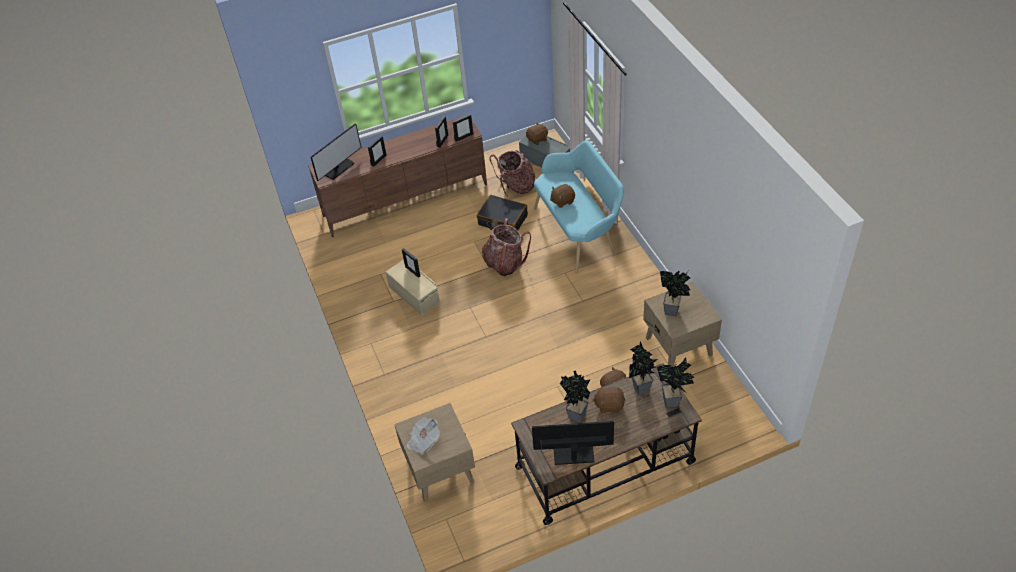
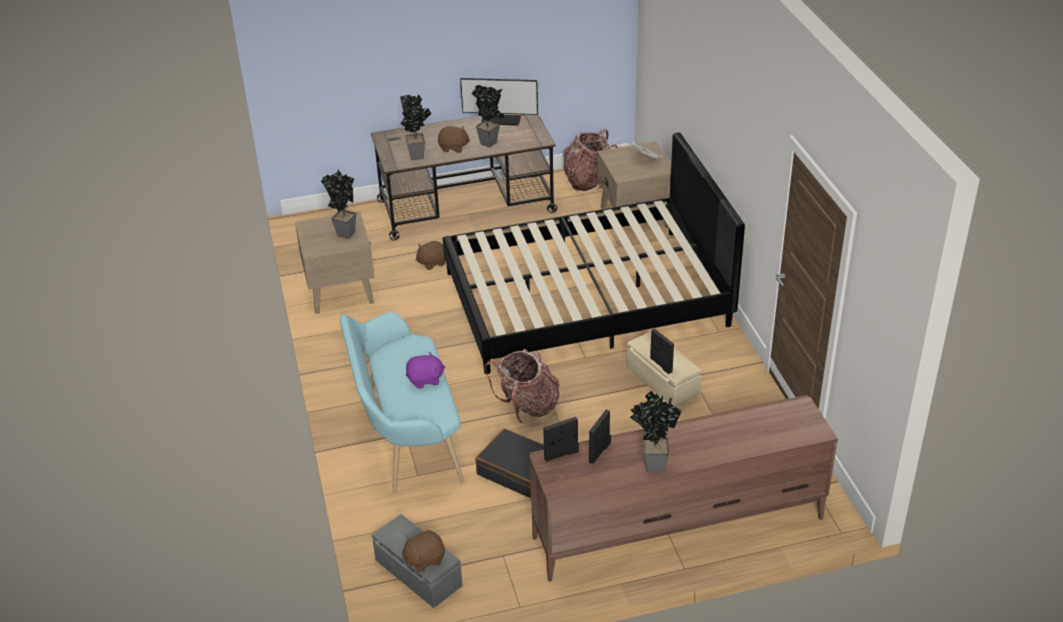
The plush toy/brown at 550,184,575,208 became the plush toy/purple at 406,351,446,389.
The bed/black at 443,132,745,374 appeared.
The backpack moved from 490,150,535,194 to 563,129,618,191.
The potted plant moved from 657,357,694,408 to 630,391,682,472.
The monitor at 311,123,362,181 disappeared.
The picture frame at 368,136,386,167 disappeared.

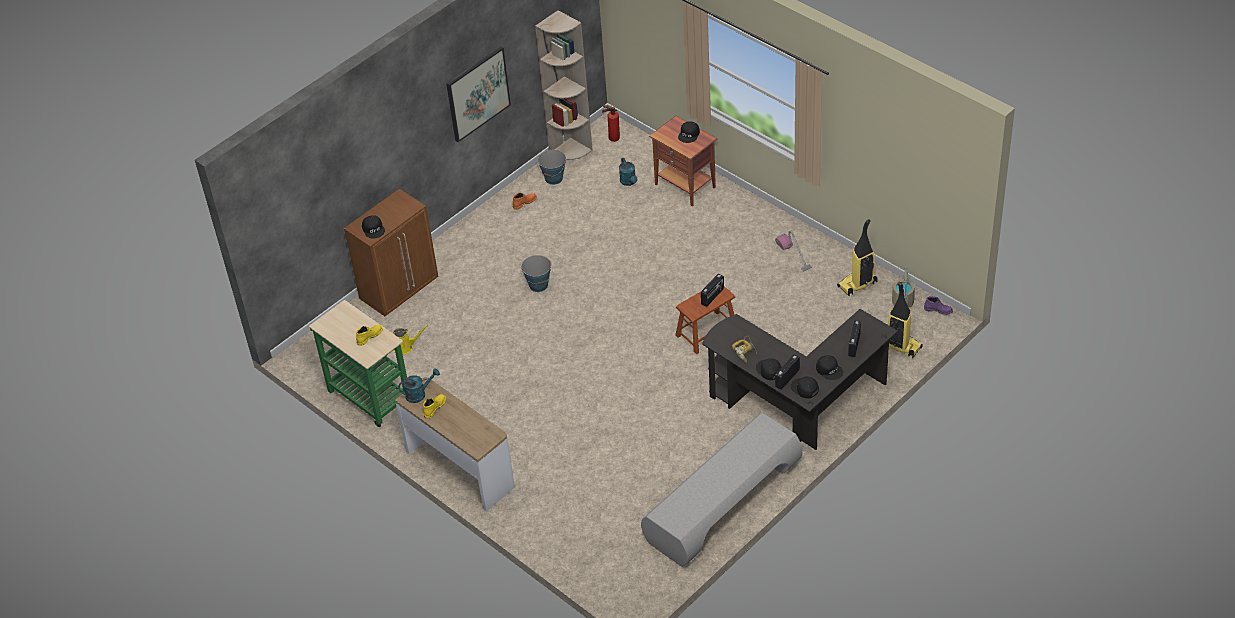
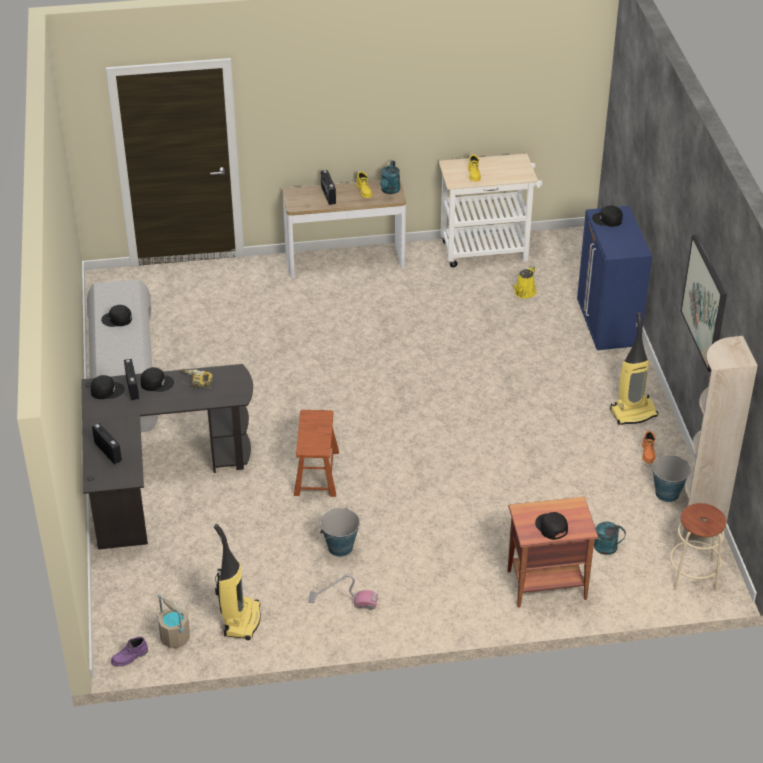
The cap/black moved from 816,355,843,380 to 101,305,132,327.
The bucket moved from 521,255,553,292 to 320,508,360,557.
The radio moved from 701,274,724,307 to 321,170,336,205.
The cart/green at 309,300,407,427 became the cart/white at 439,154,542,267.
The cabinet/brown at 344,189,438,316 became the cabinet/blue at 577,206,652,350.
The vacuum cleaner moved from 888,282,923,358 to 610,312,658,425.
The fire extinguisher at 602,105,620,142 was replaced by the stool/beige at 670,503,726,591.

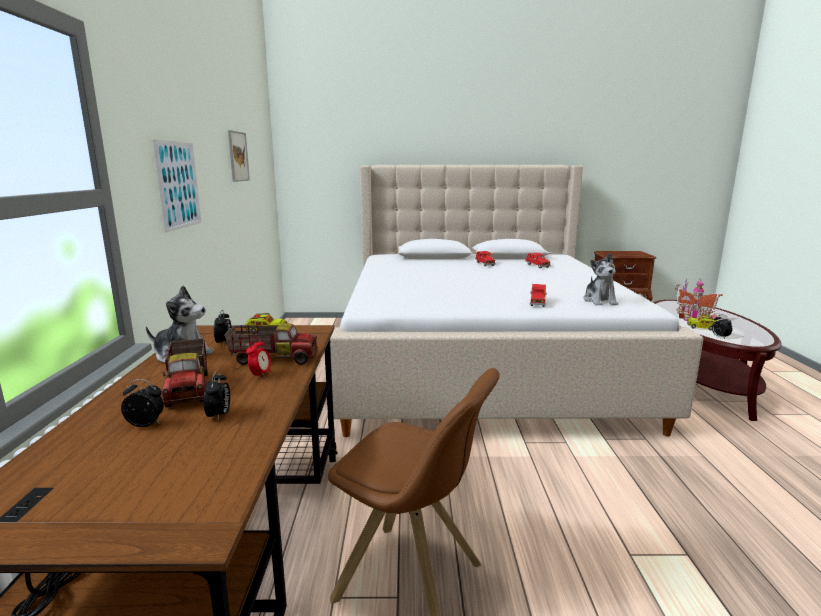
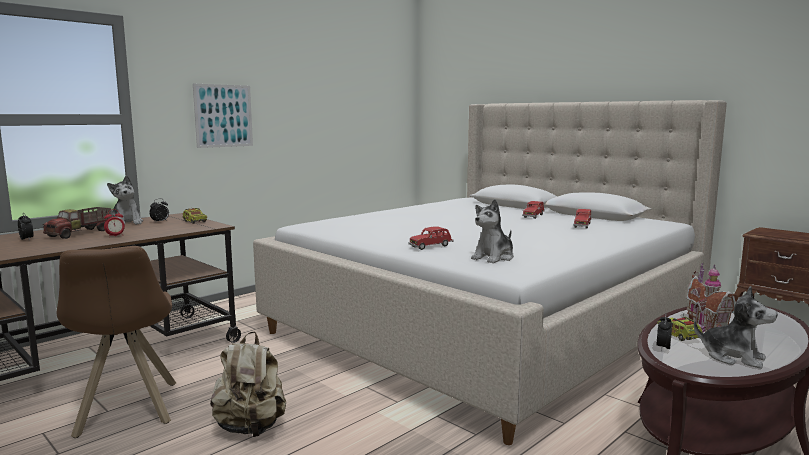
The backpack/beige at 210,331,286,437 appeared.
The plush toy at 694,286,778,369 appeared.
The alarm clock at 204,370,230,420 disappeared.
The toy truck at 224,323,318,365 disappeared.
The picture at 228,130,250,182 disappeared.

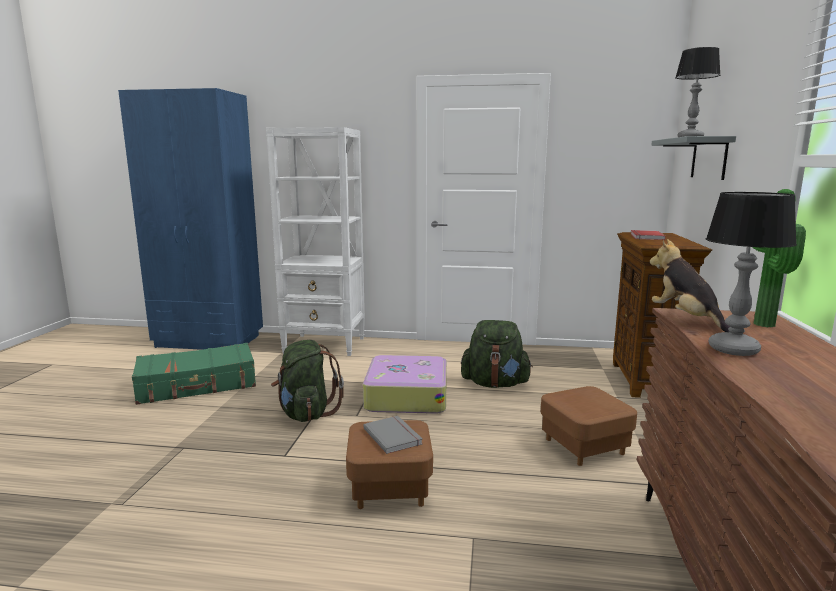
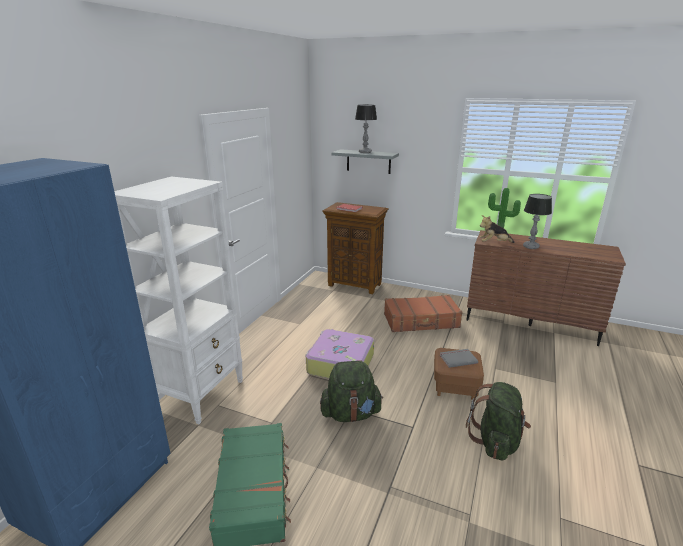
The ottoman/brown at 541,386,637,466 was replaced by the suitcase/brown at 384,295,462,332.
The backpack/green moved from 461,320,533,388 to 466,382,531,460.

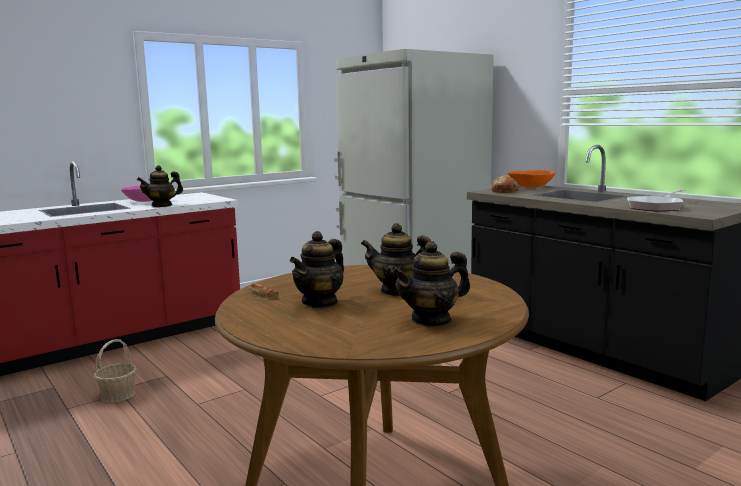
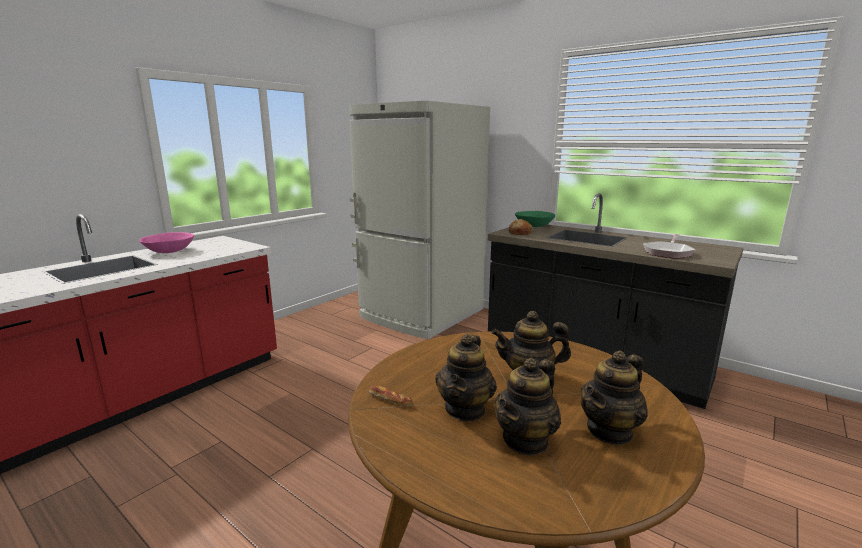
The teapot moved from 137,165,183,207 to 495,358,561,456.
The bowl/orange at 508,170,555,187 became the bowl/green at 515,211,555,227.
The basket at 94,339,137,402 disappeared.

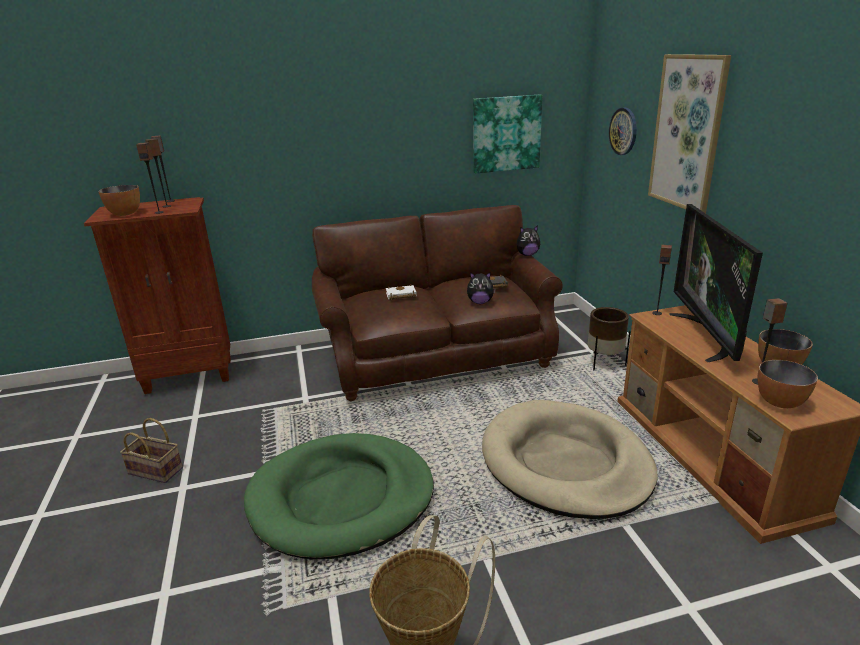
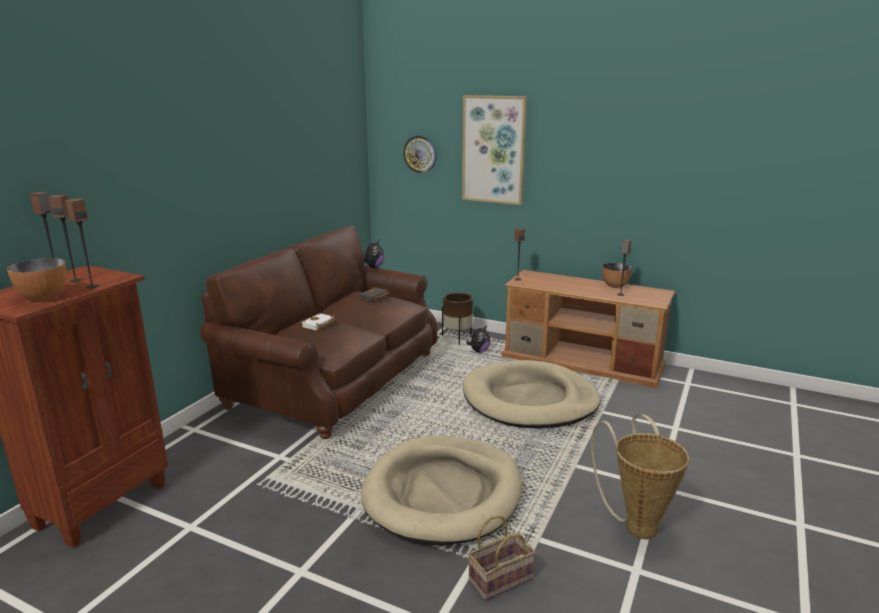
The dog bed/green at 244,433,434,560 became the dog bed/beige at 361,436,522,545.
The plush toy moved from 467,272,496,304 to 466,325,490,353.
The basket moved from 120,418,183,483 to 468,515,536,601.
The picture at 473,95,542,174 disappeared.
The television at 670,204,763,362 disappeared.
The bowl at 758,360,818,408 disappeared.

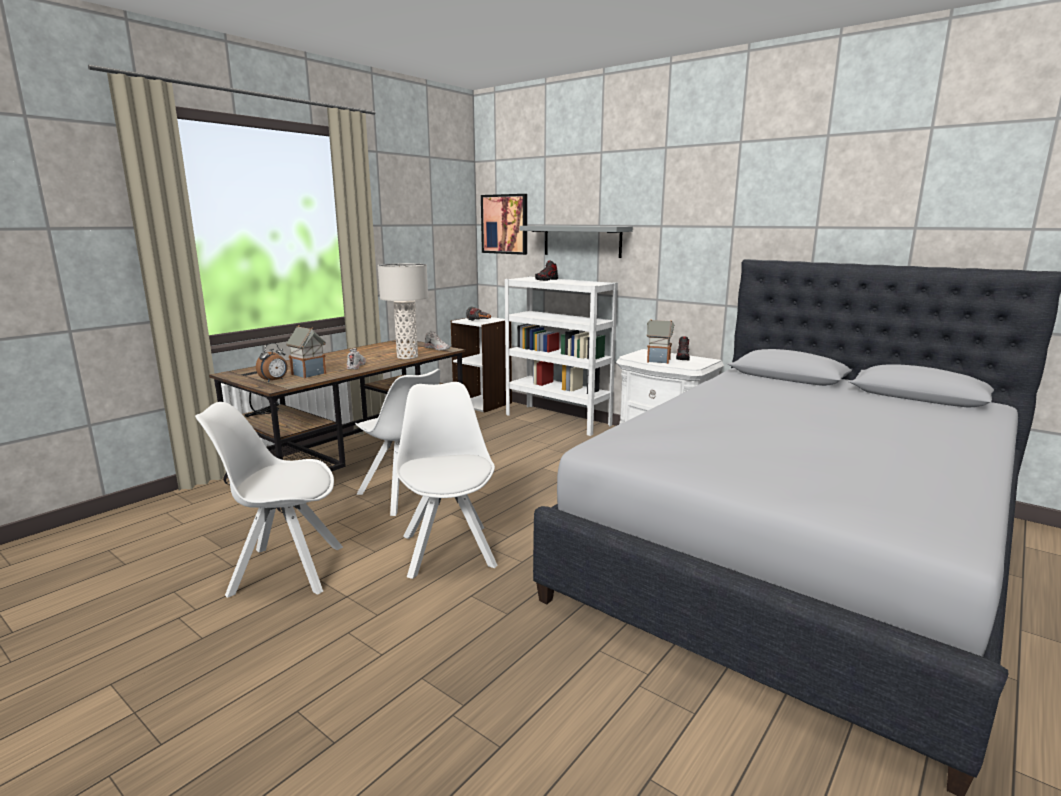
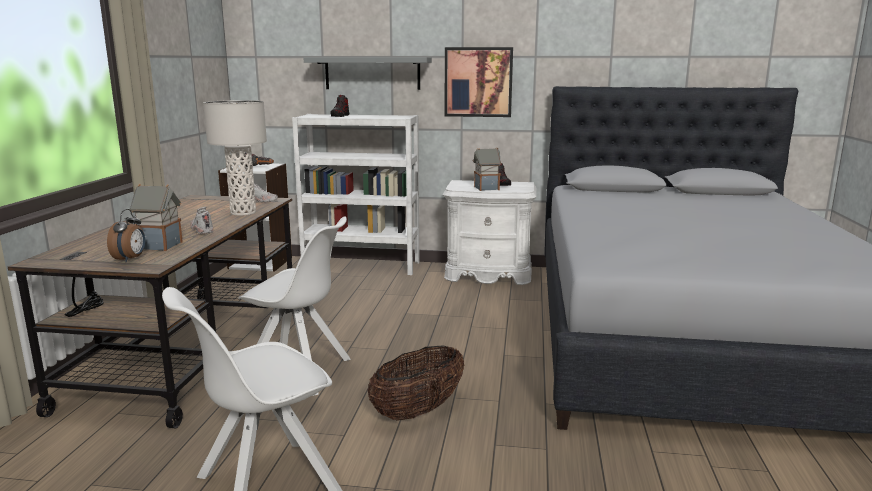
The chair/white at 396,382,497,579 was replaced by the basket at 368,345,464,421.
The picture moved from 481,194,527,255 to 445,47,513,117.

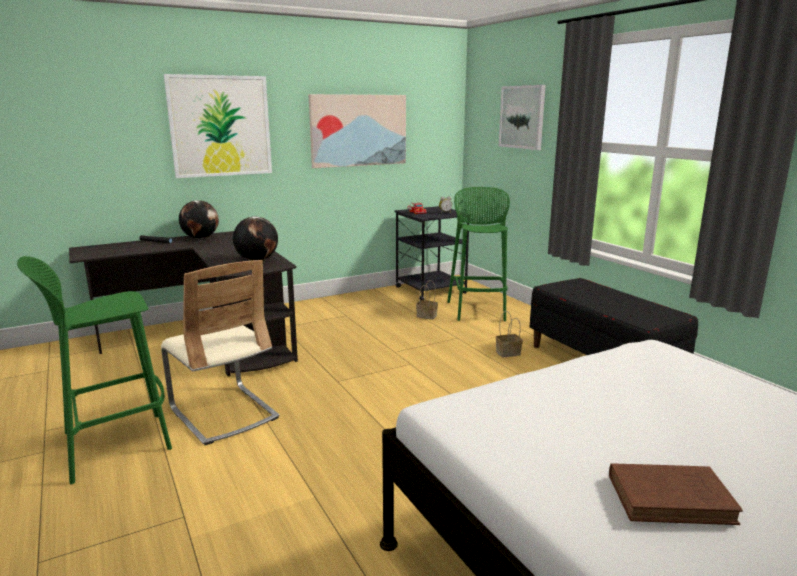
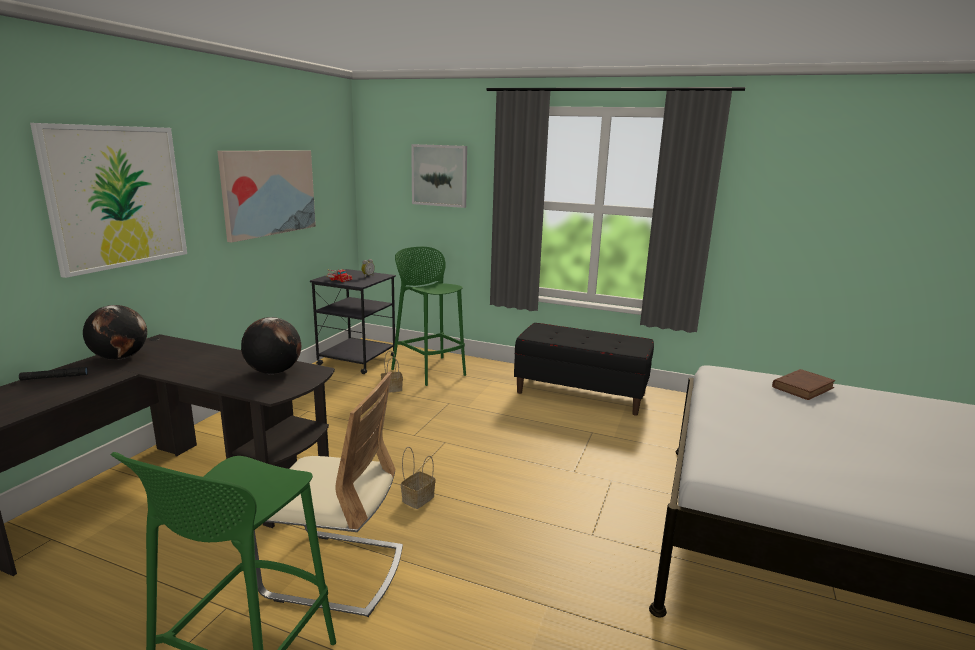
The basket moved from 496,311,523,357 to 401,447,435,509.
The book/brown moved from 609,463,743,525 to 772,369,836,400.

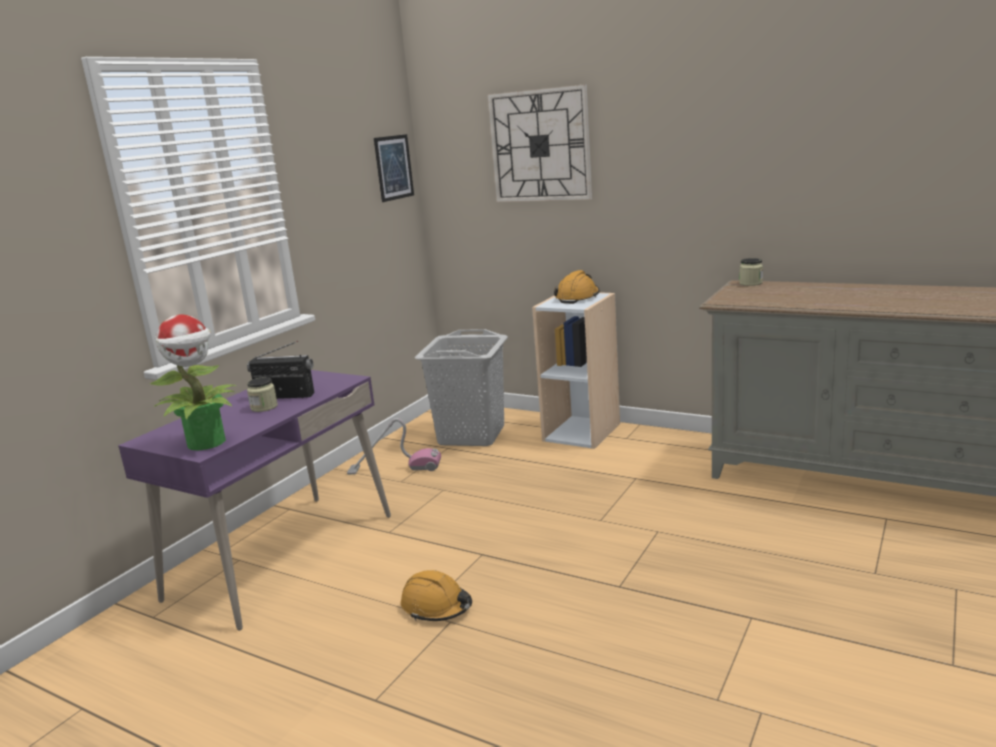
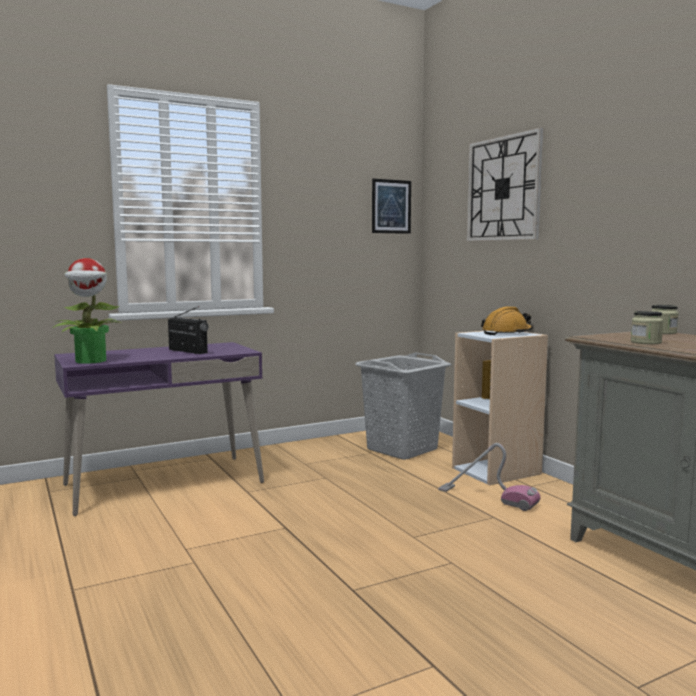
The vacuum cleaner moved from 347,418,441,475 to 438,443,540,511.
The jar moved from 247,377,278,412 to 631,311,663,344.
The hard hat/orange at 401,570,472,621 disappeared.

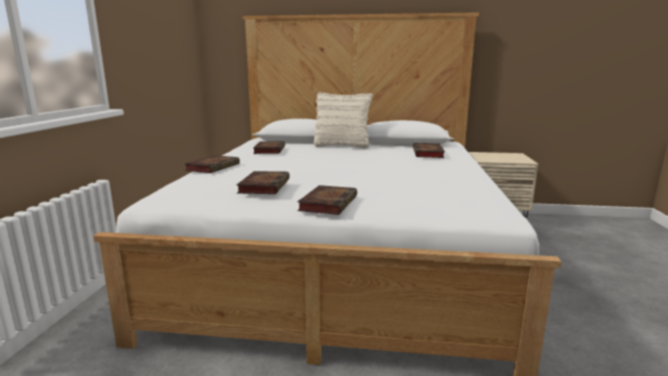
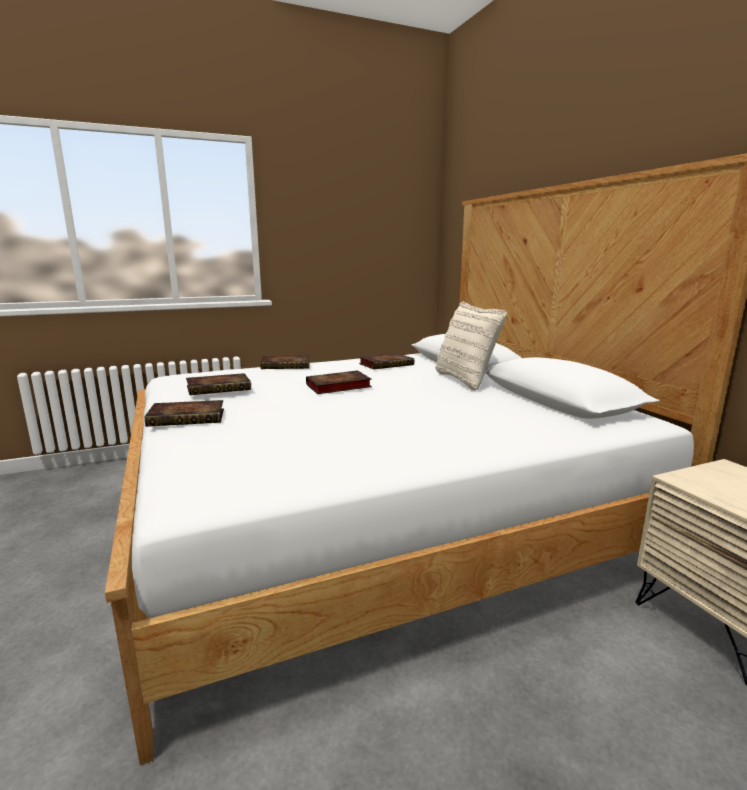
The book moved from 413,143,445,158 to 306,370,372,394.

